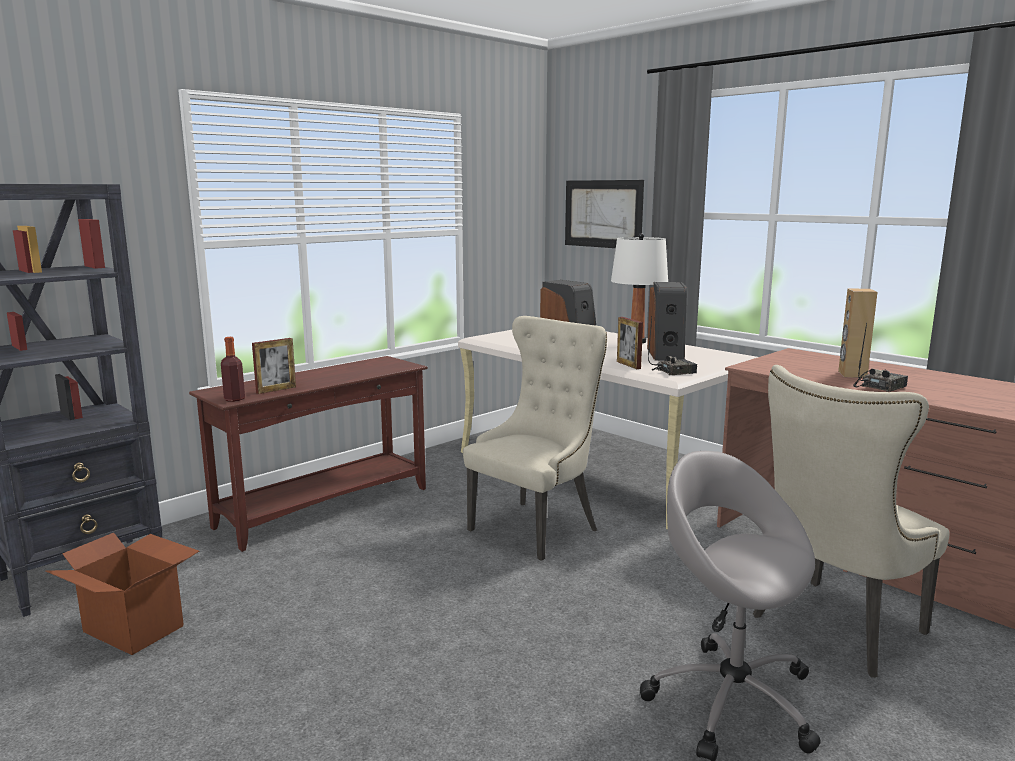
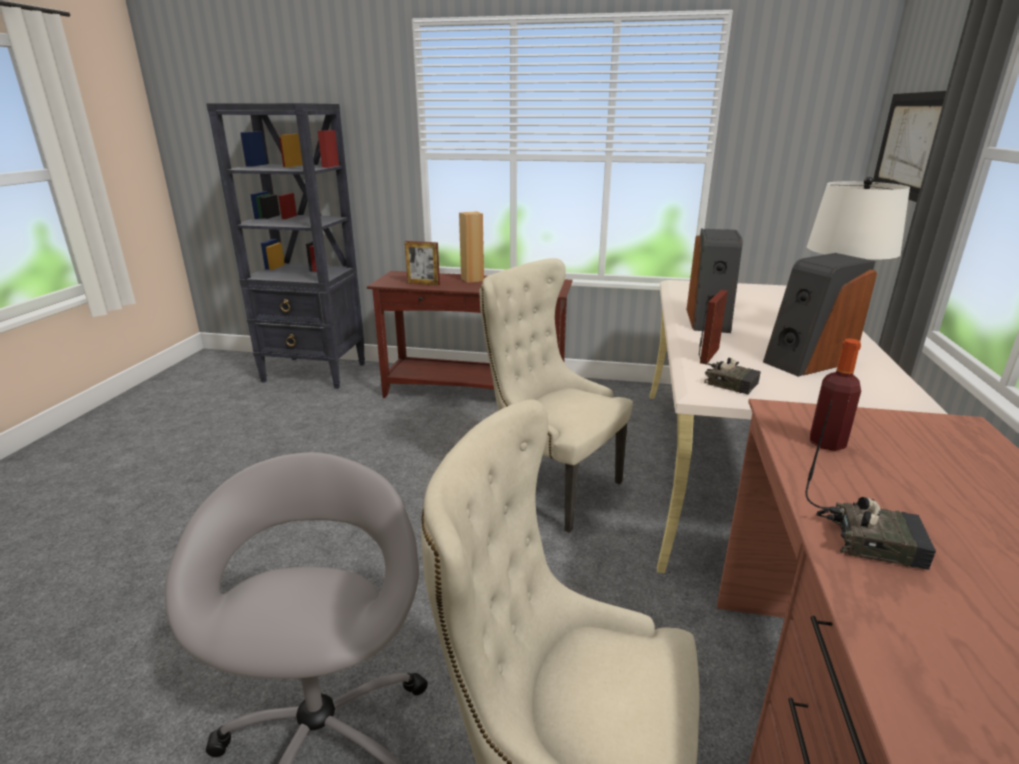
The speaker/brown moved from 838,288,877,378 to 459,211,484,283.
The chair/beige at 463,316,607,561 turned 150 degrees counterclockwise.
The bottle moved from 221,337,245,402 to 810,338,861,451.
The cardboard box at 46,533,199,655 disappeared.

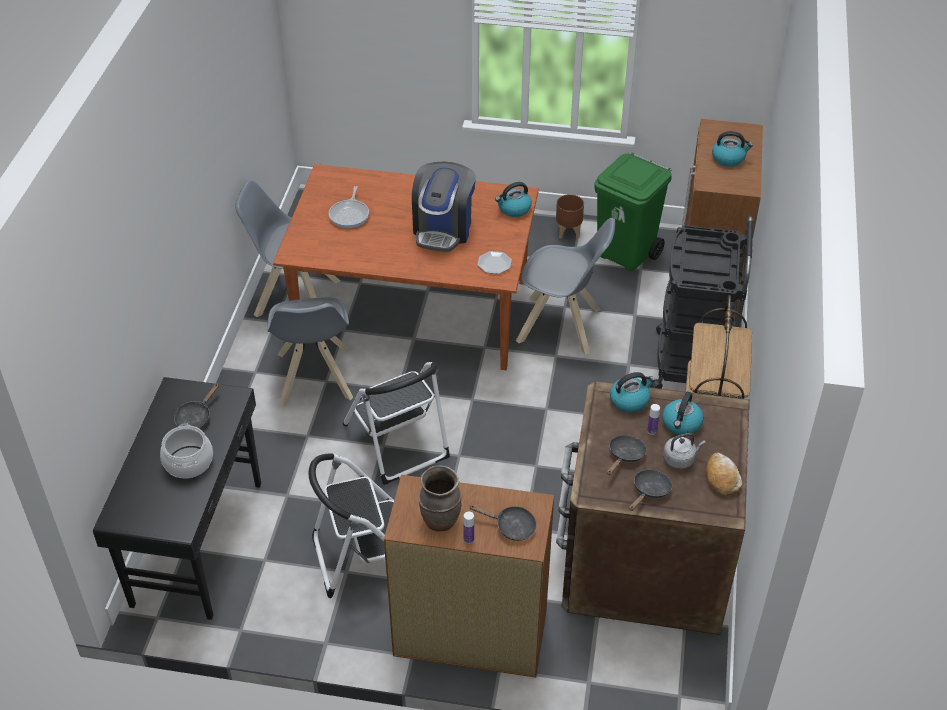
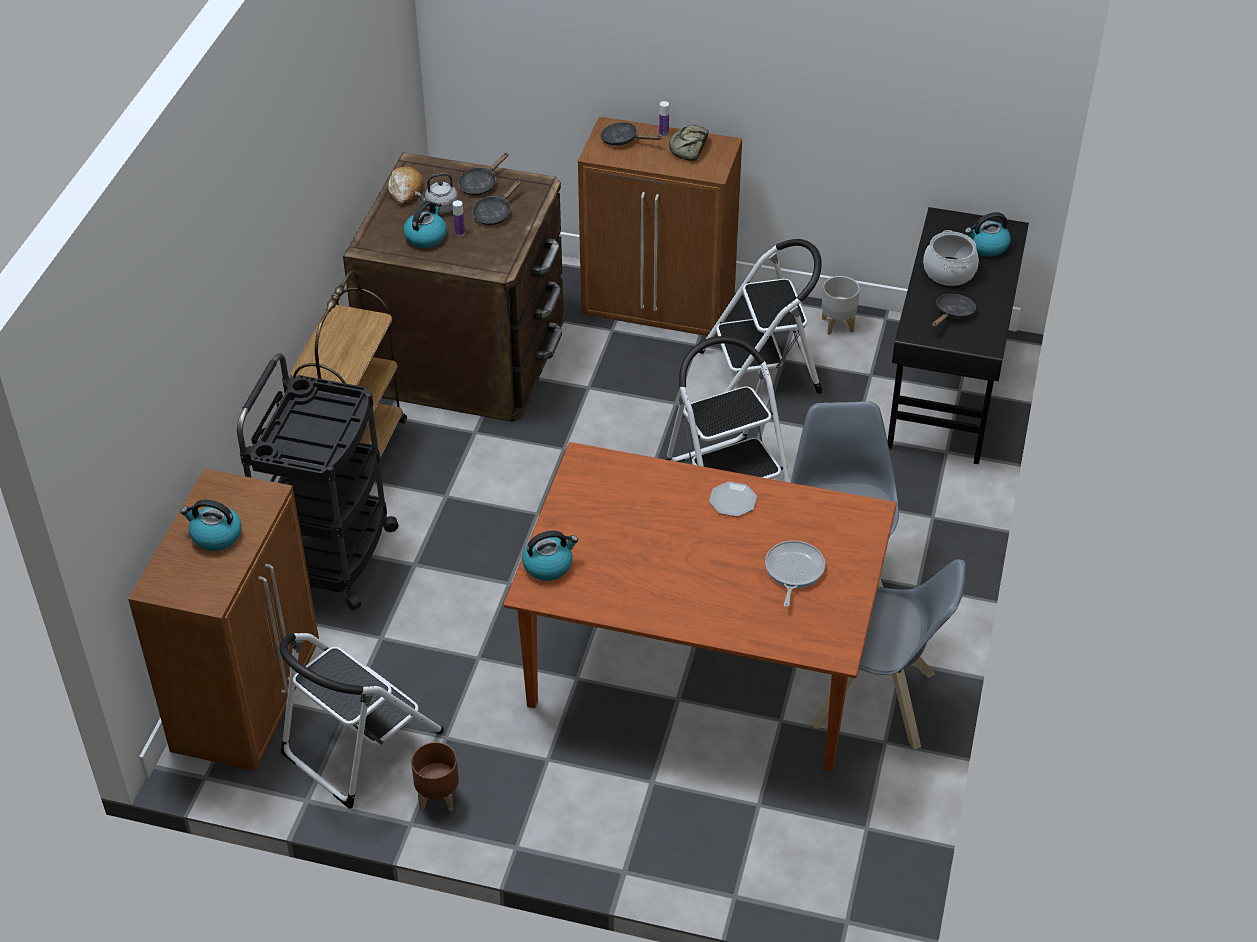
The trash can/green at 594,153,672,271 was replaced by the step ladder at 279,633,444,809.
The vase/brown at 419,466,461,531 was replaced by the bread at 669,125,709,161.
The plate moved from 477,251,512,274 to 709,482,757,517.
The planter/grey at 821,276,860,335 appeared.
The kettle moved from 610,372,655,413 to 965,212,1011,257.
The coffee machine at 412,161,476,252 disappeared.
The chair/grey at 516,218,615,355 disappeared.

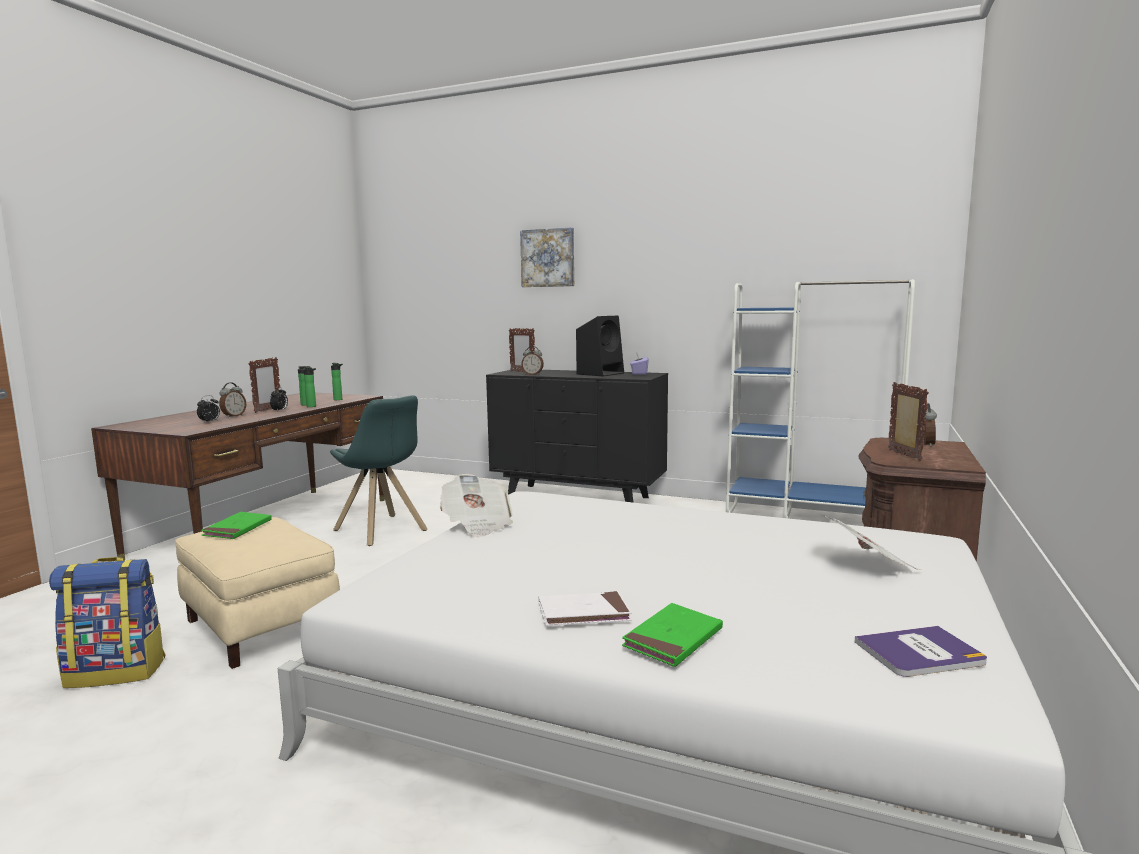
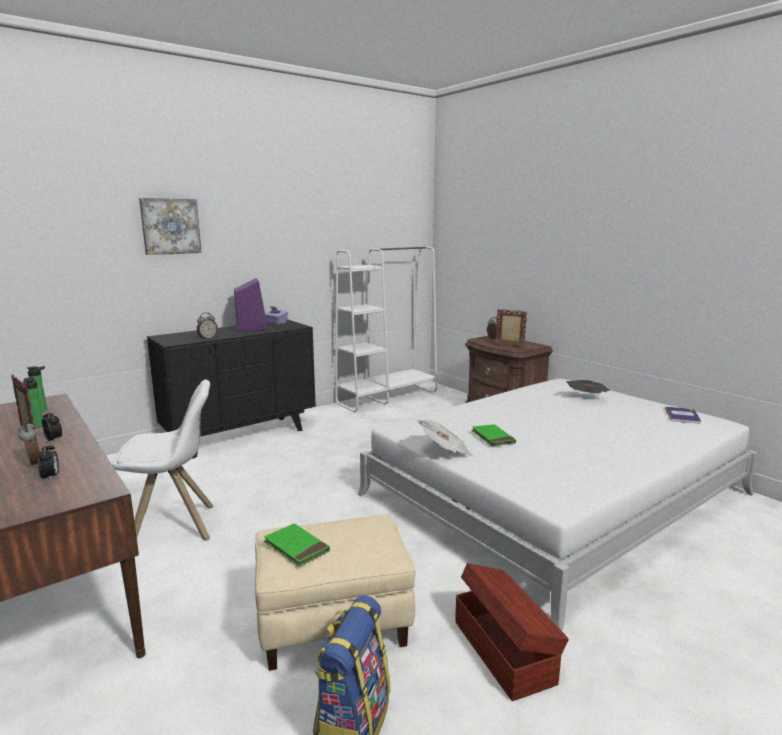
The chair/turquoise at 330,395,427,546 became the chair/white at 112,380,213,540.
The speaker/black at 576,316,624,376 became the speaker/purple at 234,278,268,332.
The clothes rack/blue at 726,279,915,518 became the clothes rack/white at 335,246,437,412.
The storage box/brown at 455,563,569,701 appeared.
The book/green moved from 622,603,723,667 to 472,424,516,446.
The bottle at 304,367,316,407 disappeared.
The picture frame at 509,328,535,372 disappeared.
The book/white at 539,591,632,626 disappeared.

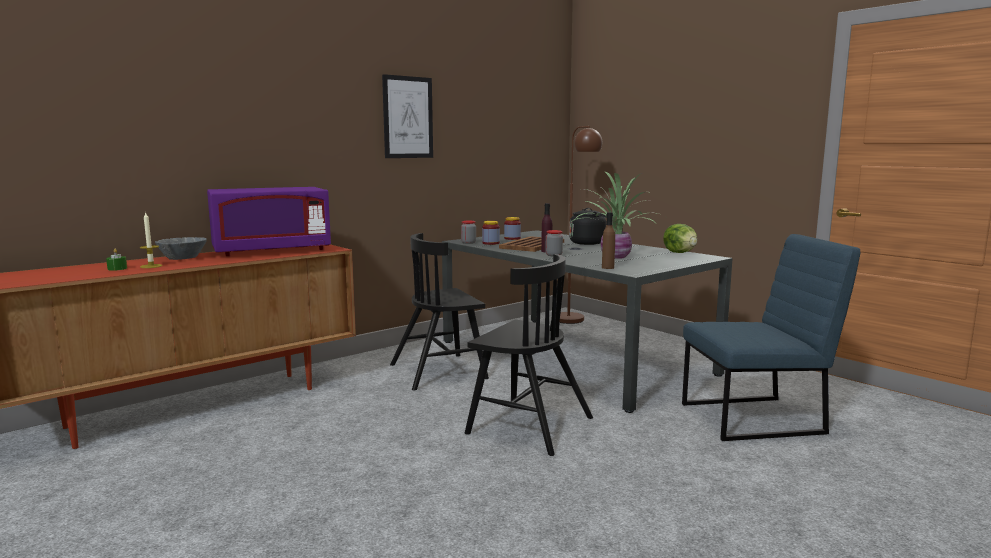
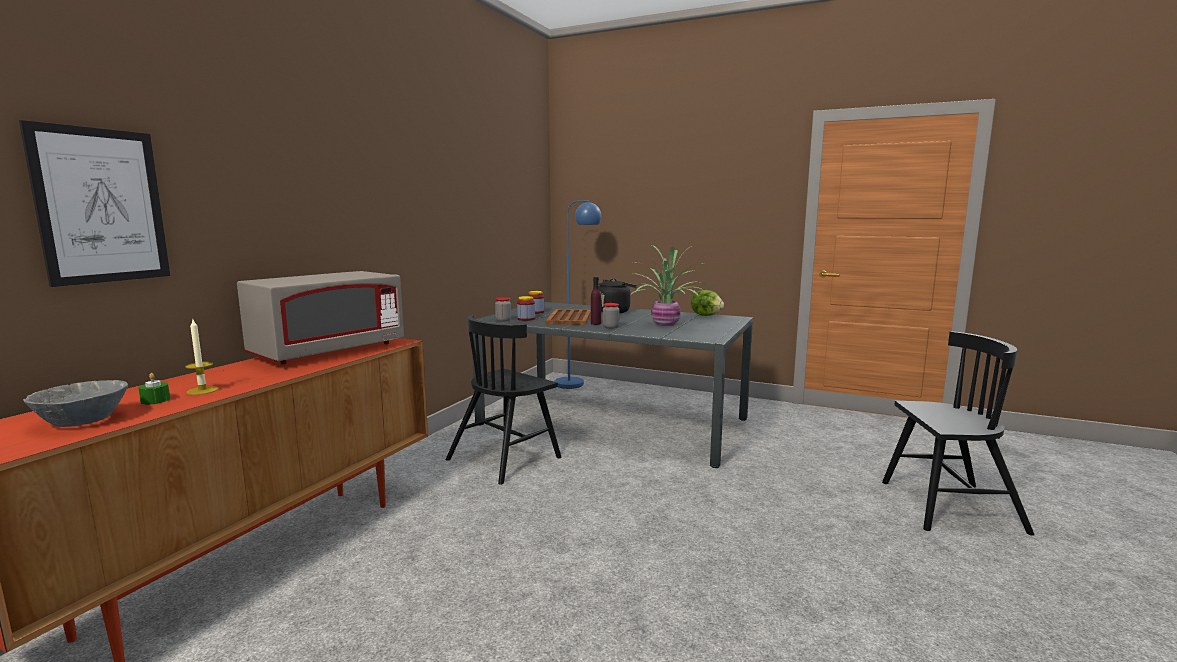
The picture moved from 382,74,433,158 to 19,120,170,287.
The bowl/grey moved from 155,237,207,260 to 23,380,128,427.
The microwave/purple at 207,187,331,256 became the microwave/grey at 237,271,404,364.
The floor lamp/brown at 559,126,602,324 became the floor lamp/blue at 554,200,601,389.
The chair/black moved from 465,254,593,456 to 882,332,1035,536.
The bottle/brown at 602,212,615,269 disappeared.
The chair/blue at 682,234,860,441 disappeared.

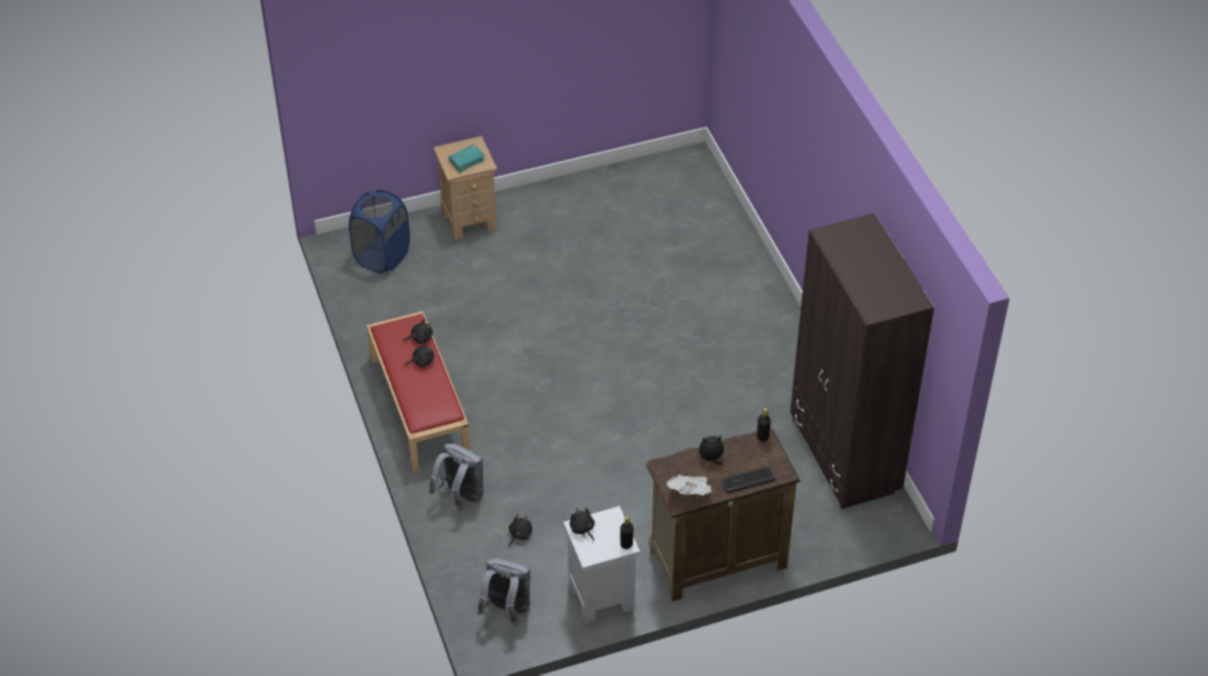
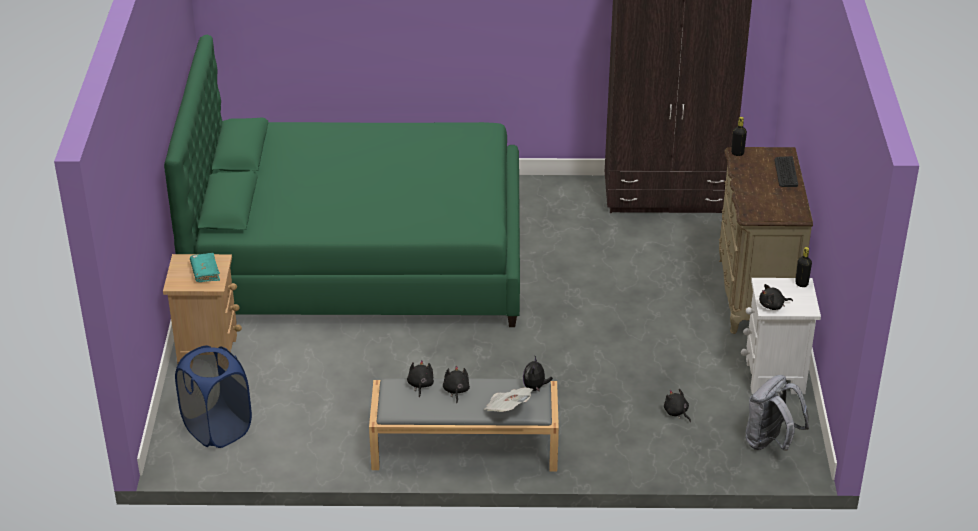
The bed/green at 164,35,520,327 appeared.
The bench/red at 366,311,471,472 became the bench/grey at 369,378,559,471.
The newspaper moved from 667,475,712,495 to 484,387,533,412.
The plush toy moved from 699,436,724,465 to 523,356,553,392.
The backpack/grey at 429,444,484,511 disappeared.

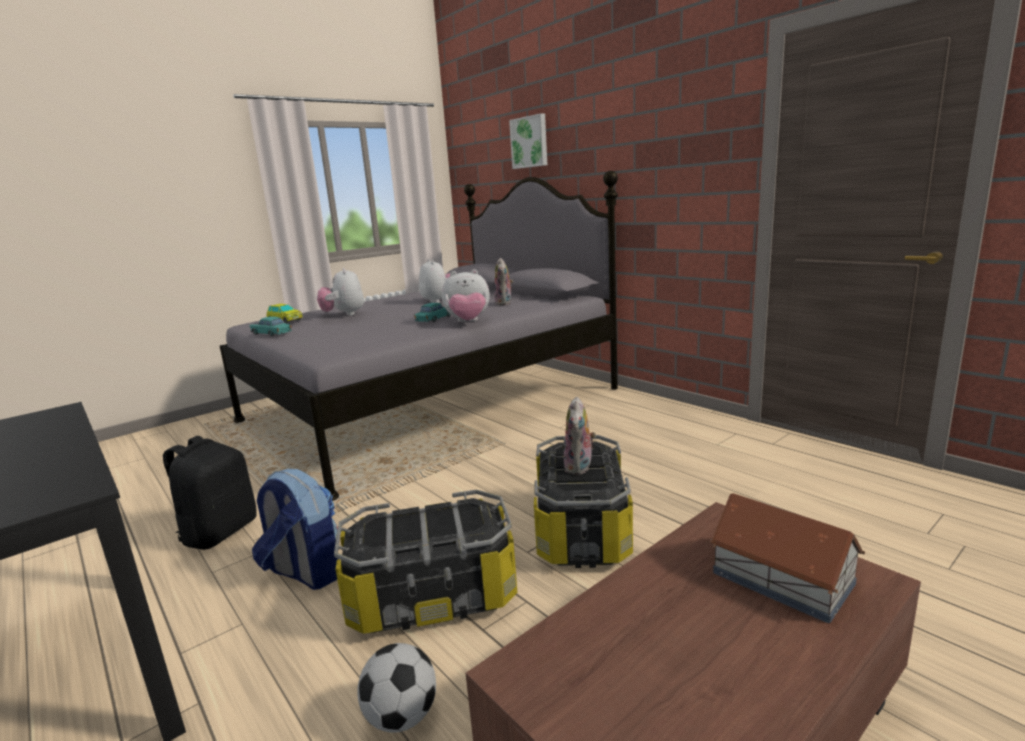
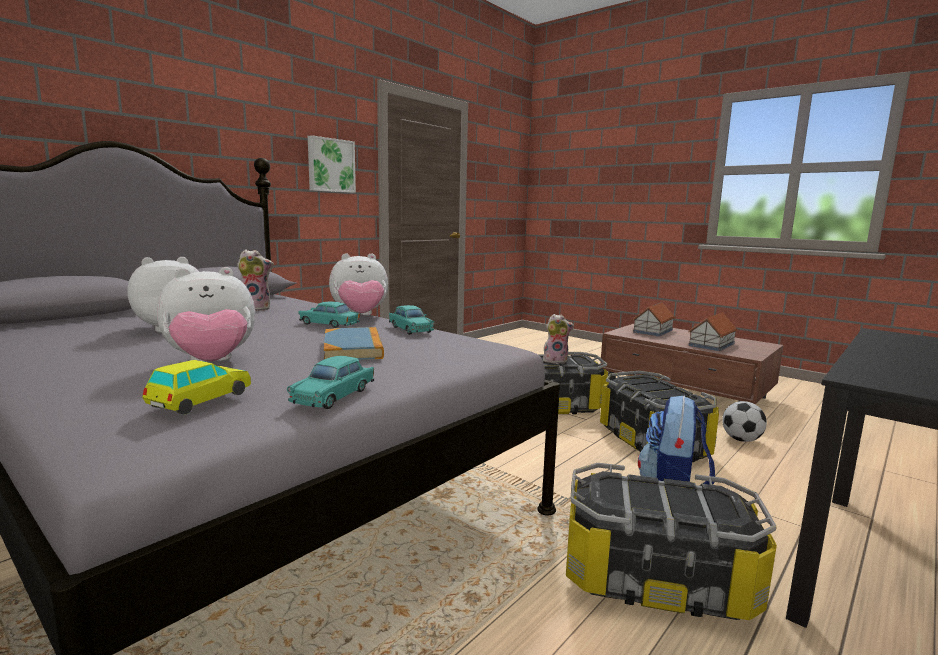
The picture moved from 509,113,547,169 to 308,135,356,193.
The book at 324,327,384,360 appeared.
The plush toy at 442,269,490,322 turned 90 degrees clockwise.
The toy car/turquoise at 389,305,434,335 appeared.
The backpack/black at 163,436,257,550 was replaced by the storage box at 566,463,777,620.
The toy house at 689,312,738,351 appeared.

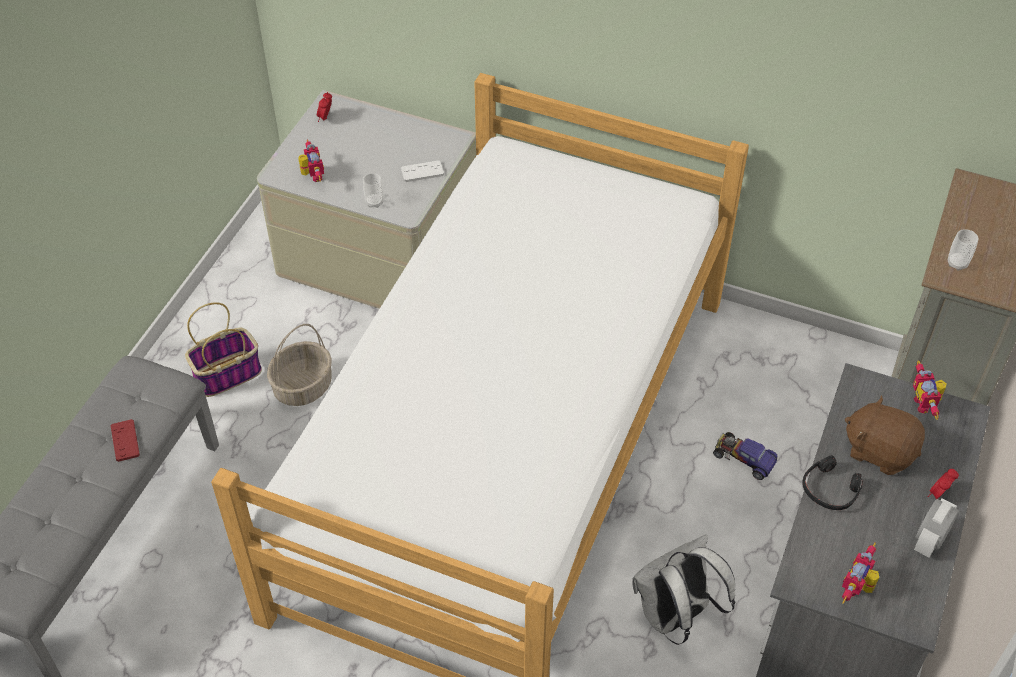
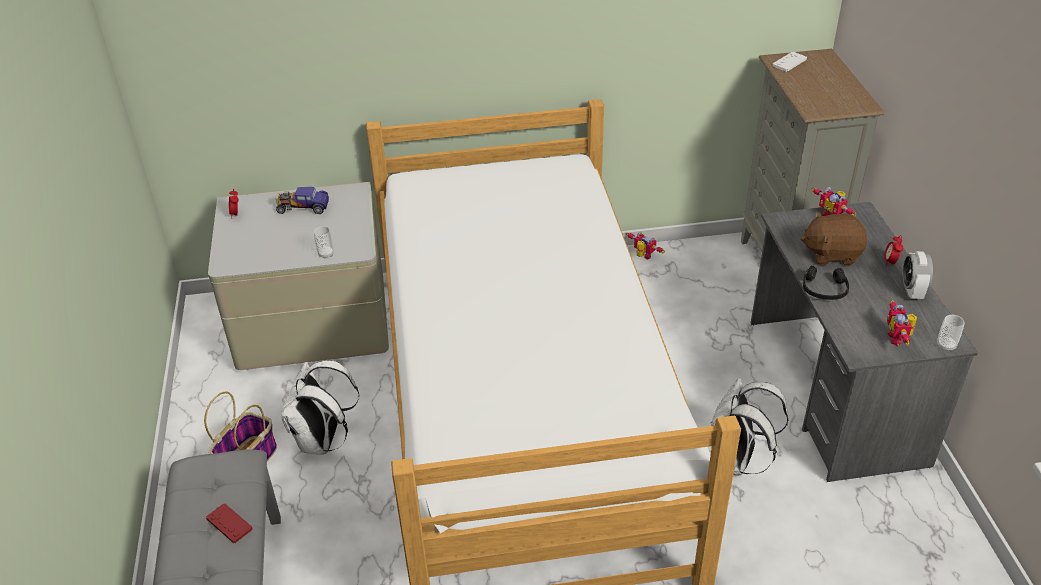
The toy car moved from 713,432,778,480 to 276,187,329,214.
The basket at 267,324,332,406 was replaced by the backpack/white at 281,360,360,455.
The toy robot moved from 298,139,324,182 to 626,232,665,259.
The game controller/white moved from 401,160,444,182 to 772,52,807,72.
The cup moved from 948,229,979,271 to 937,315,965,351.

